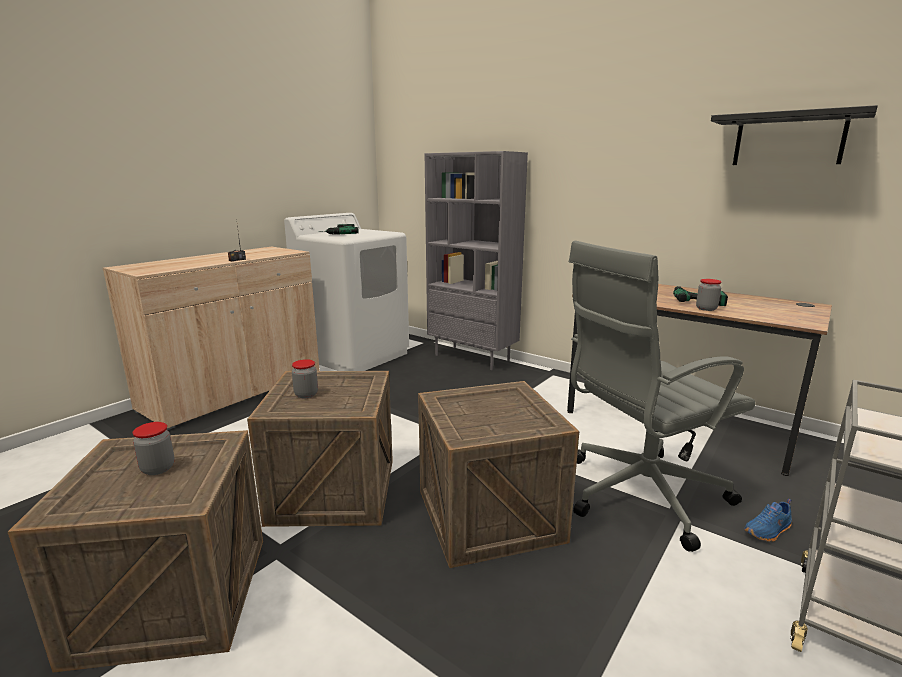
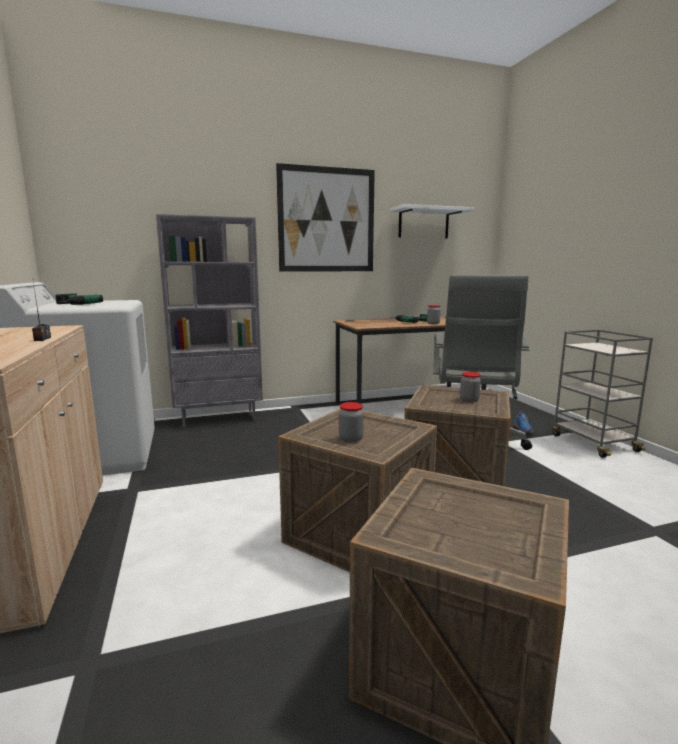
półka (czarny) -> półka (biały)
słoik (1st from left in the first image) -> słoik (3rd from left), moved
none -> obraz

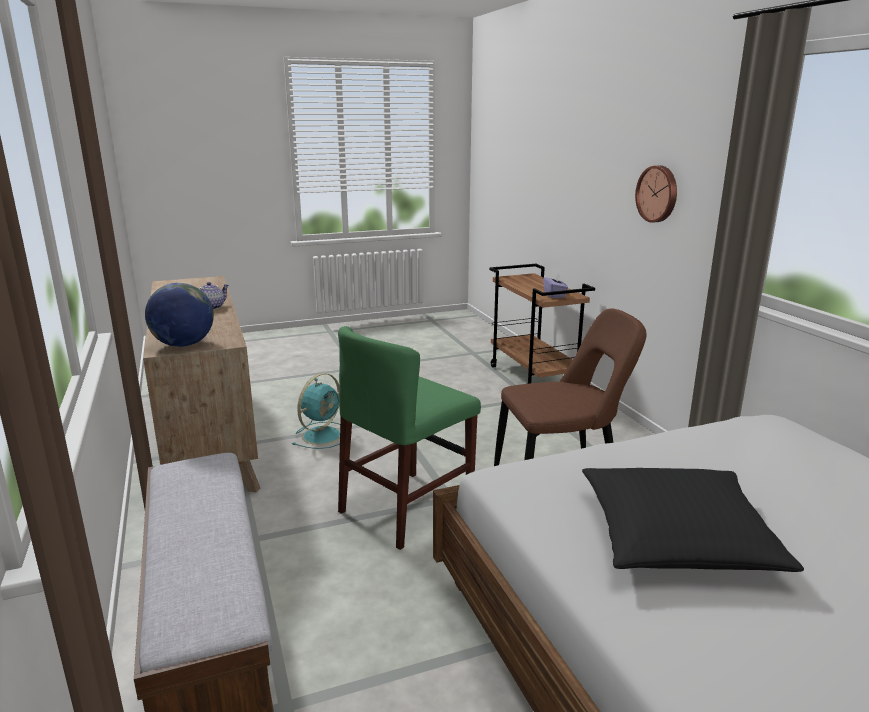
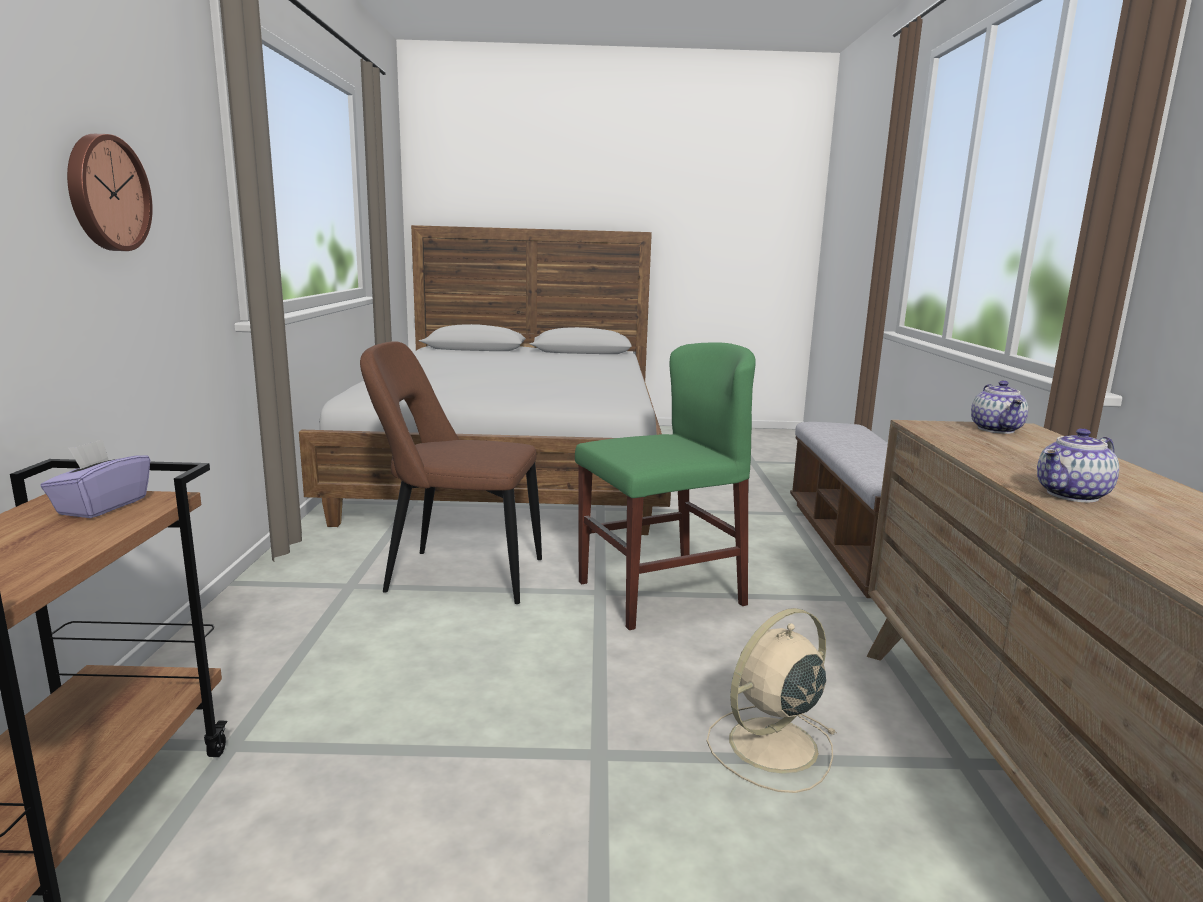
globus -> imbryk (1st from left)
wentylator (turkusowy) -> wentylator (beżowy)
poduszka (czarny) -> none

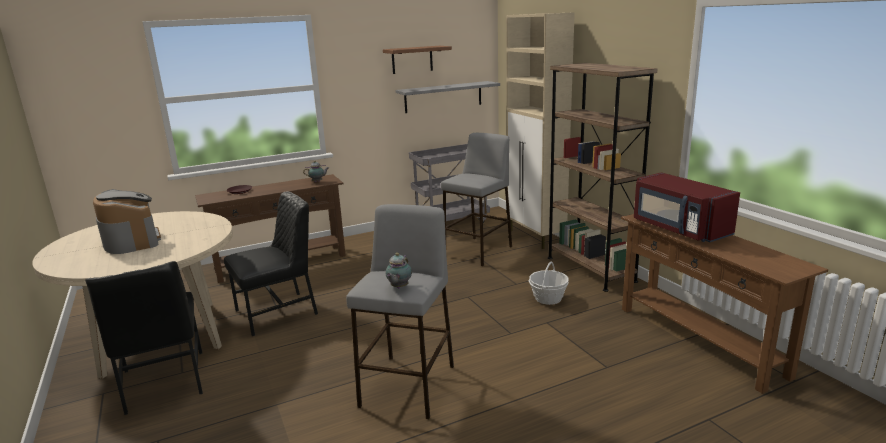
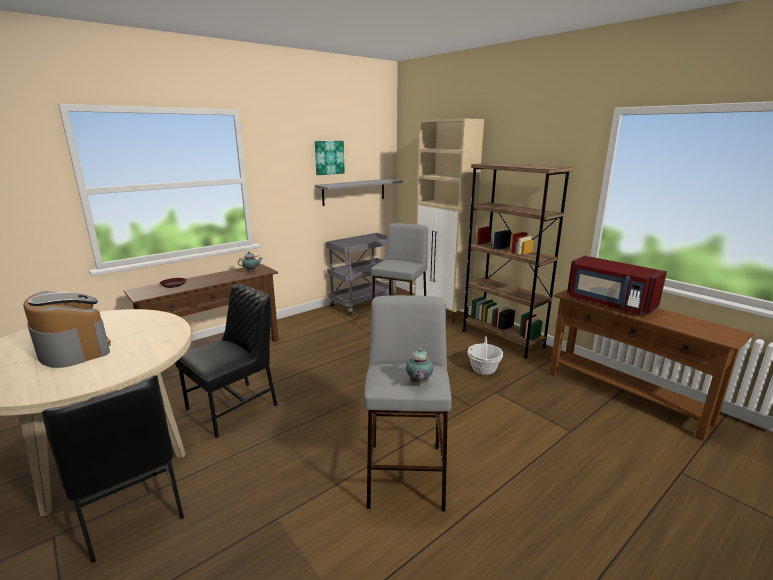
półka (brązowy) -> obraz

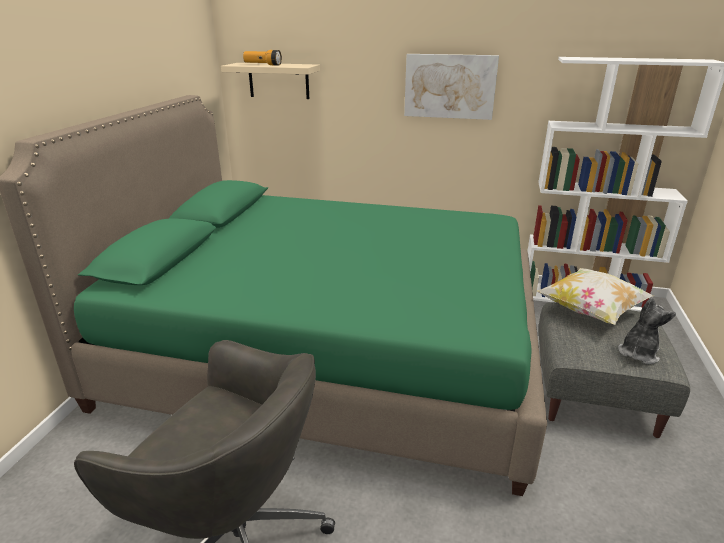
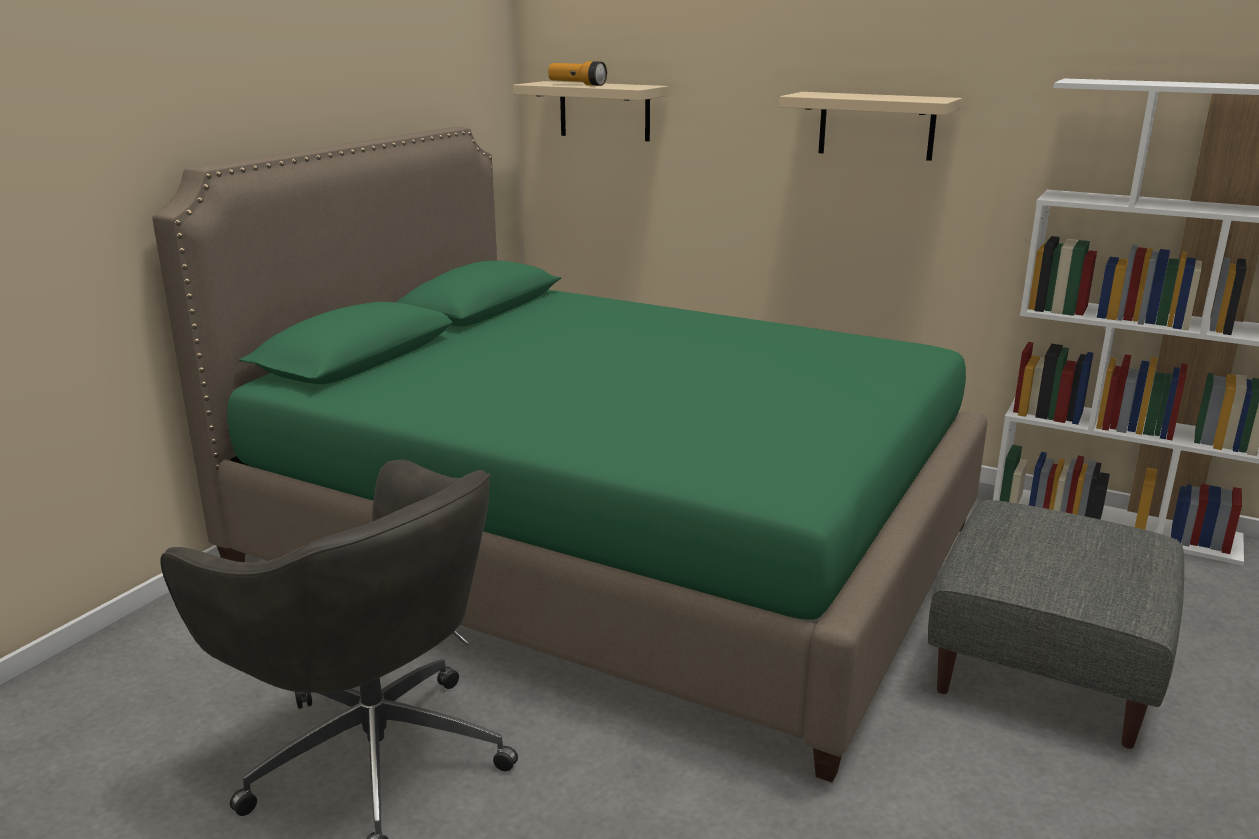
obraz -> półka (beżowy) (2nd from left)
poduszka -> none
pluszak -> none

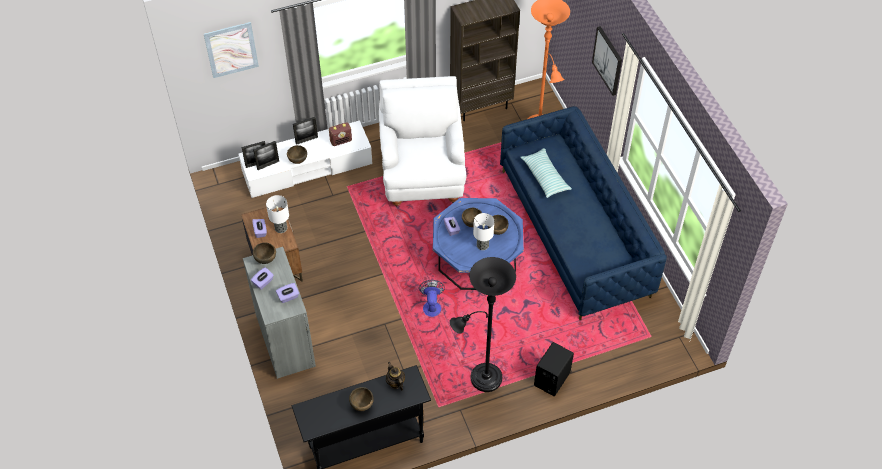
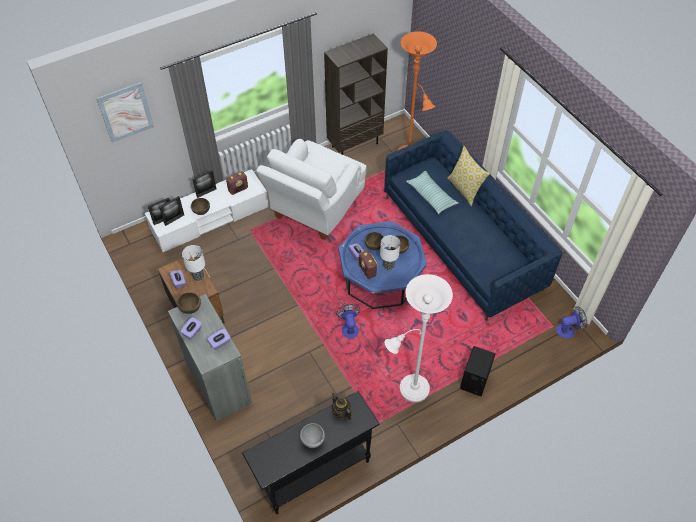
obraz (2nd from left) -> none
fotel (biały), 135 degrees counterclockwise
lampa stojąca (czarny) -> lampa stojąca (biały)
miska (brązowy) (3rd from left) -> miska (szary)
none -> poduszka (2nd from left)
none -> radio (2nd from left)
none -> wentylator (2nd from left)

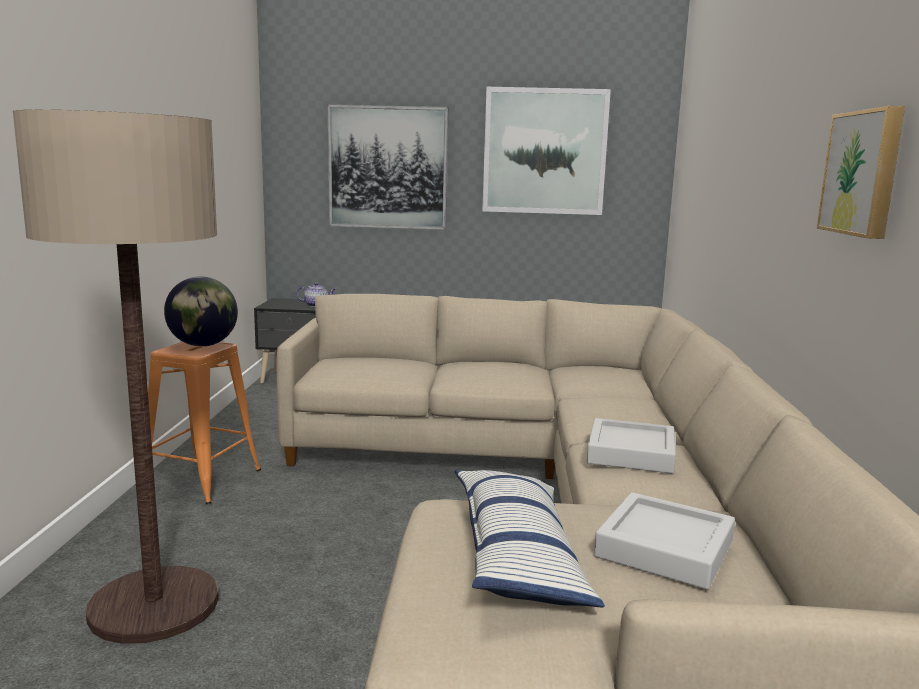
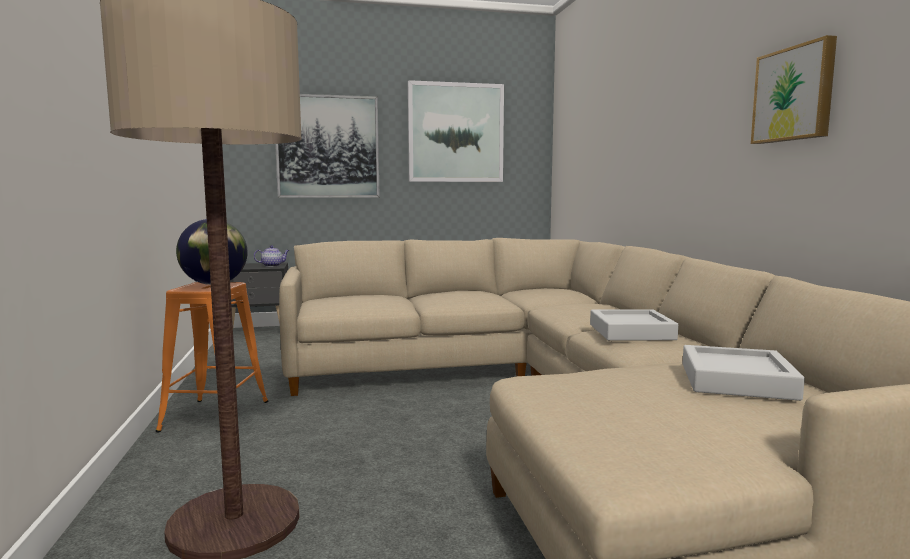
poduszka -> none

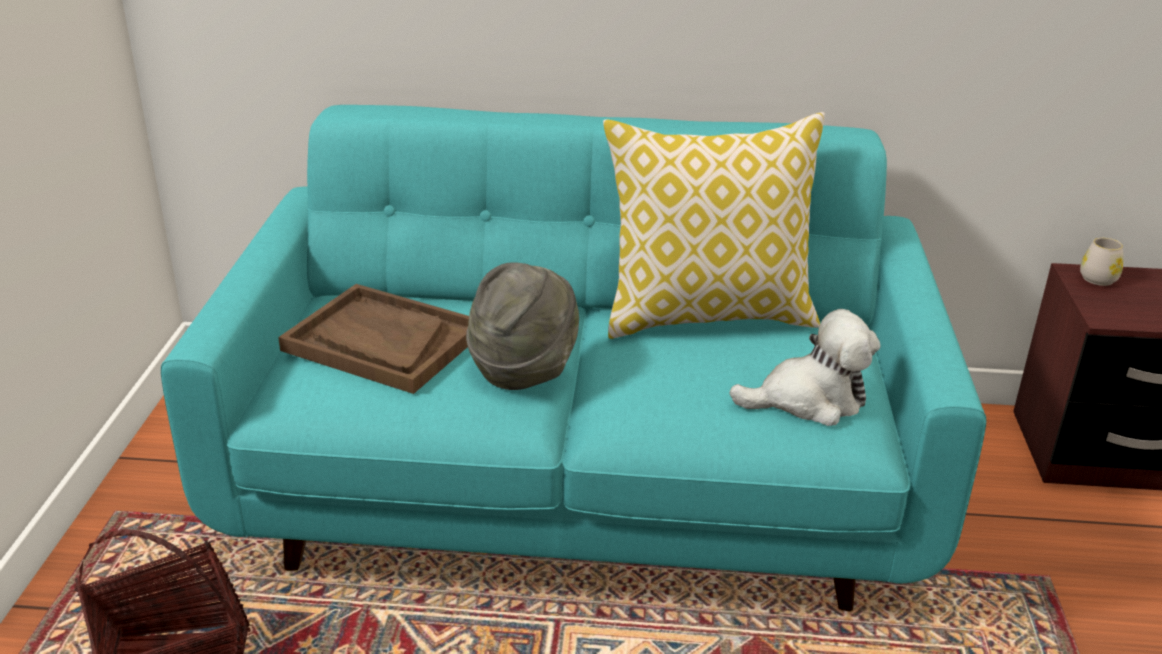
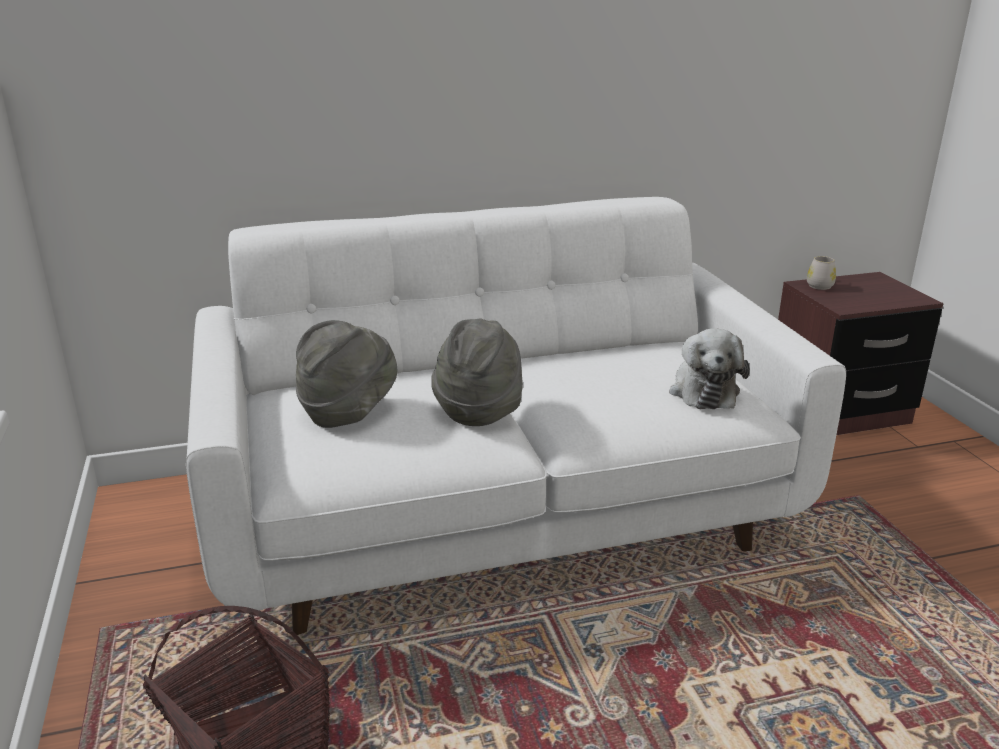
kanapa (turkusowy) -> kanapa (biały)
poduszka -> none
taca (brązowy) -> kapelusz (szary) (1st from left)
pluszak, 120 degrees clockwise

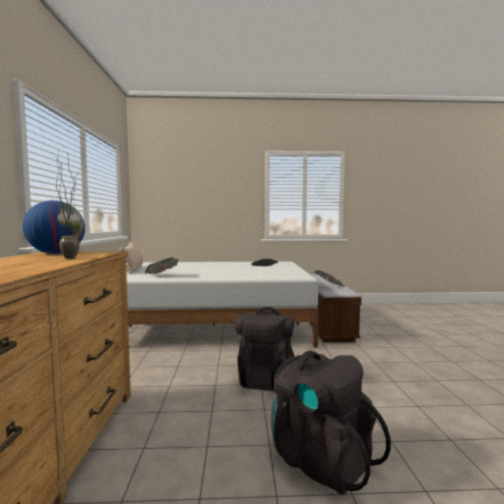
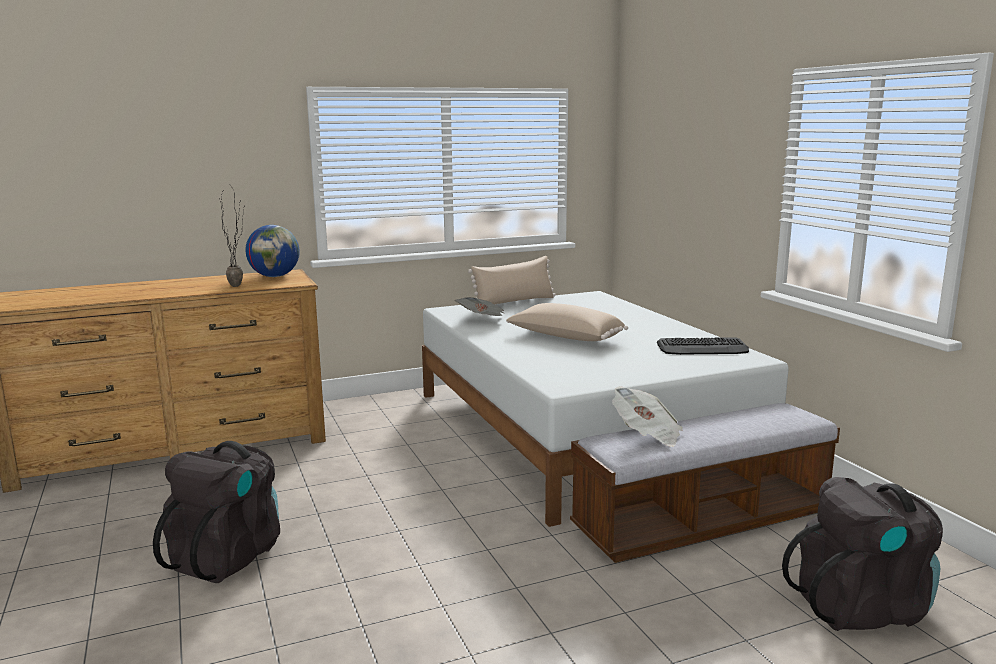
plecak (czarny) (1st from left in the first image) -> plecak (czarny) (2nd from left), moved
none -> poduszka (beżowy) (2nd from left)

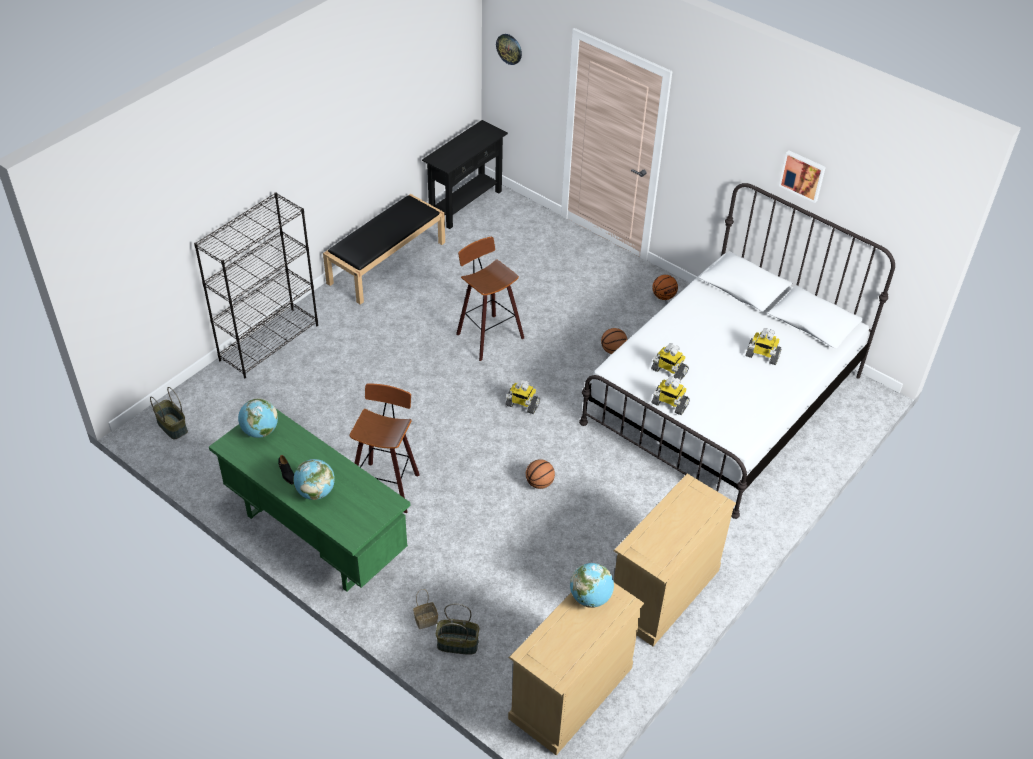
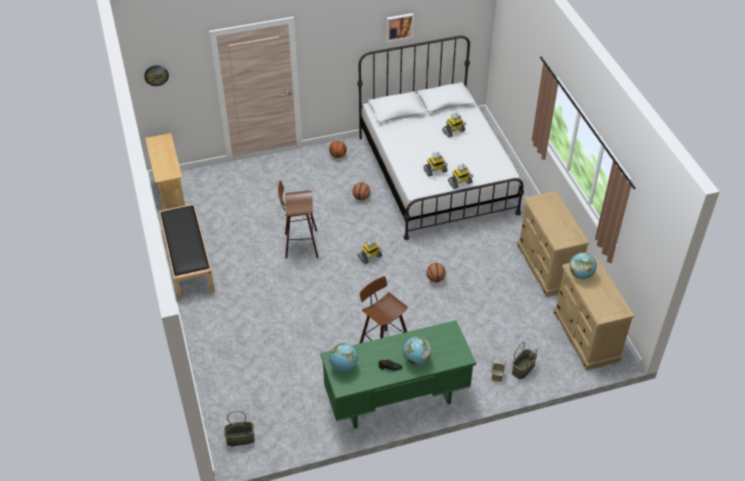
stolik konsolowy (czarny) -> stolik konsolowy (beżowy)
regał (czarny) -> none

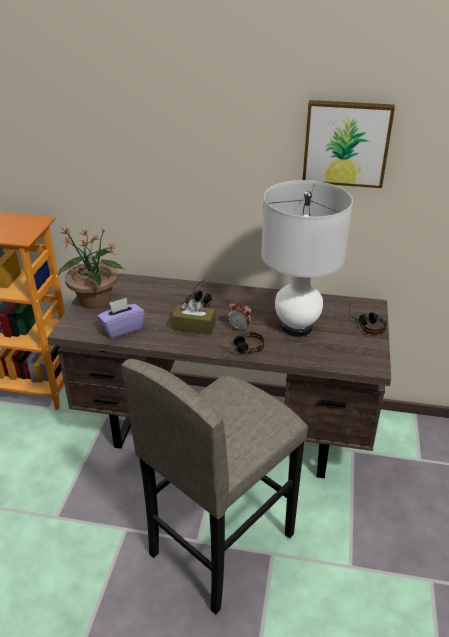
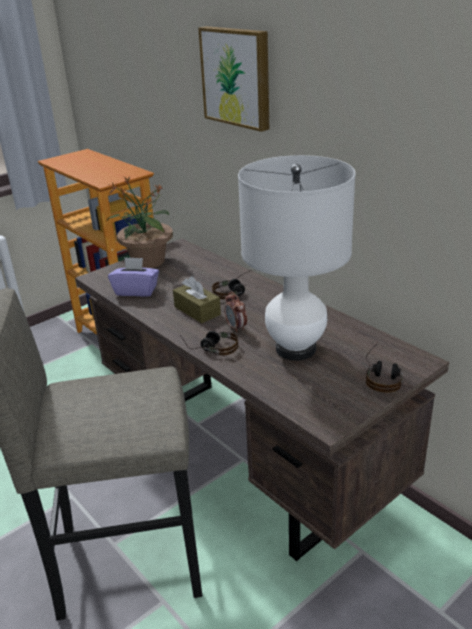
obraz, moved

